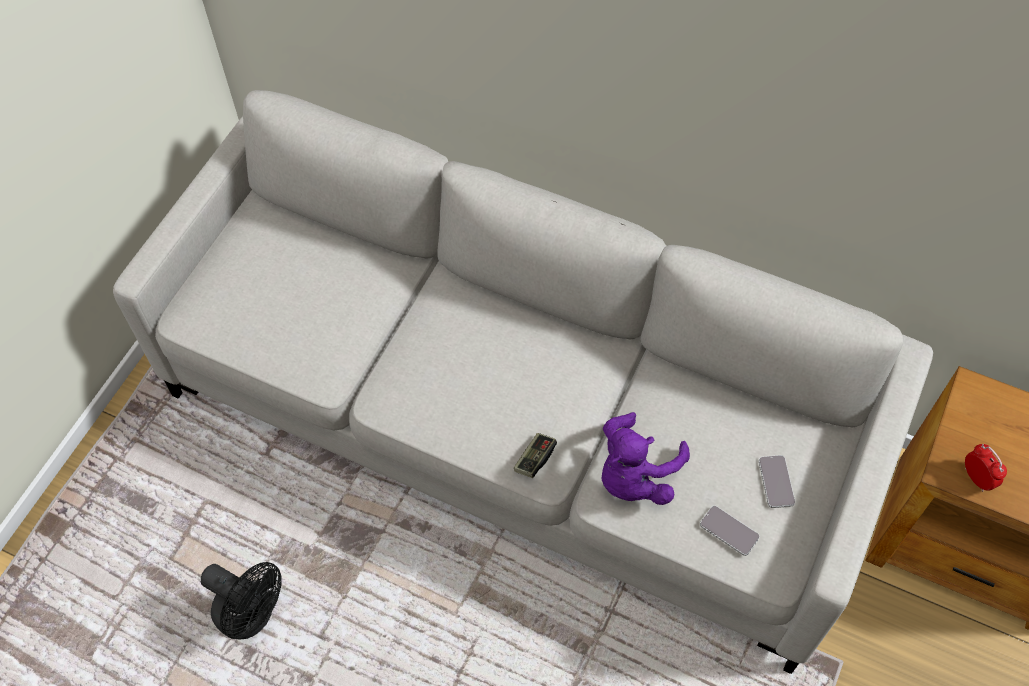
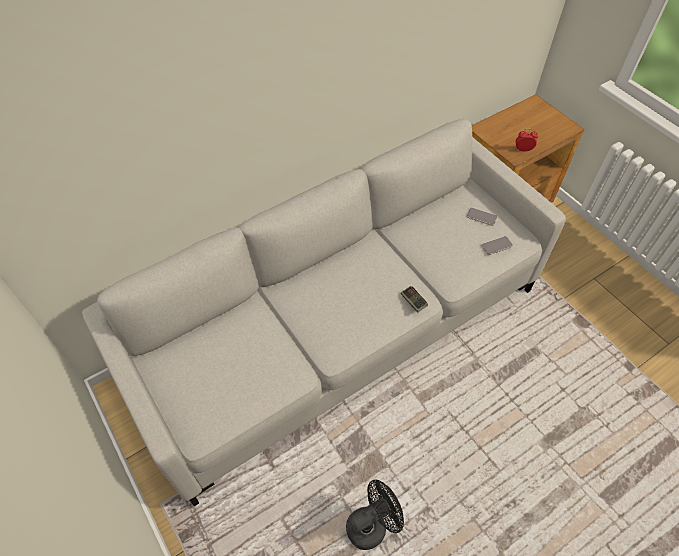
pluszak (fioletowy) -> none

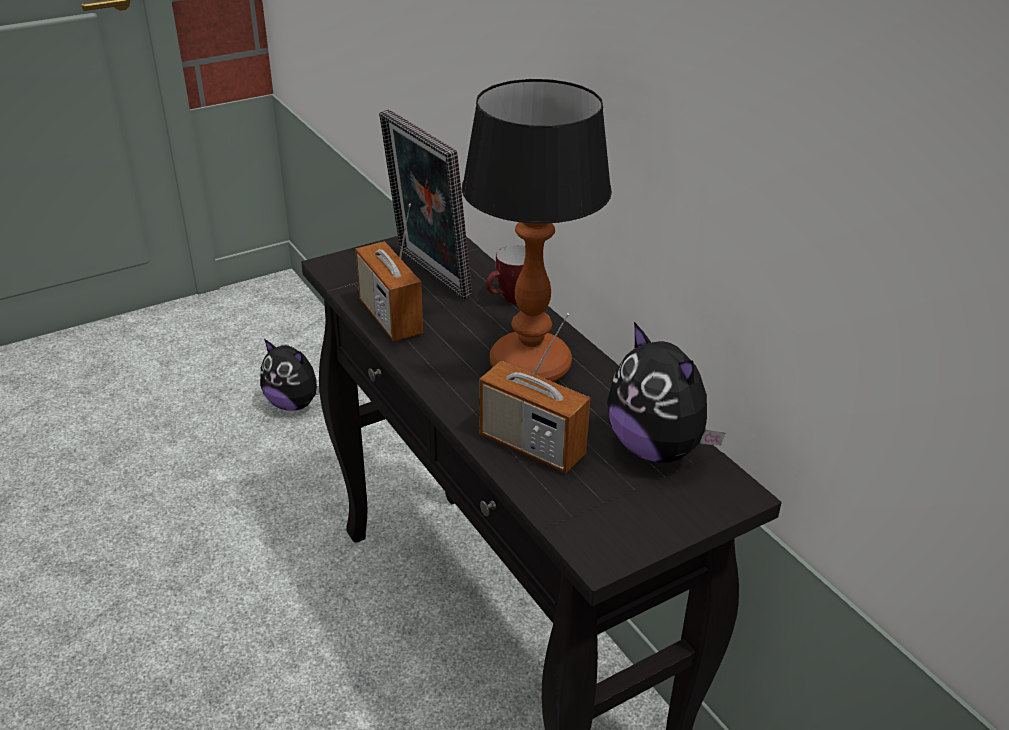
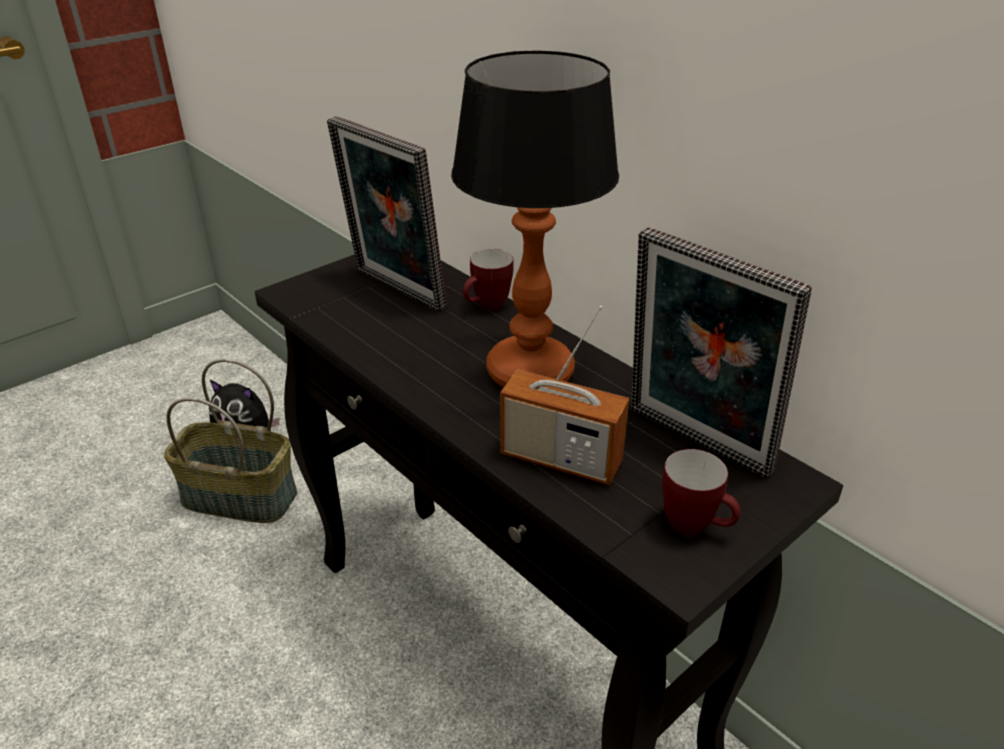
radio (1st from left) -> none
pluszak (2nd from left) -> ramka na zdjęcie (2nd from left)
none -> koszyk
none -> kubek (2nd from left)

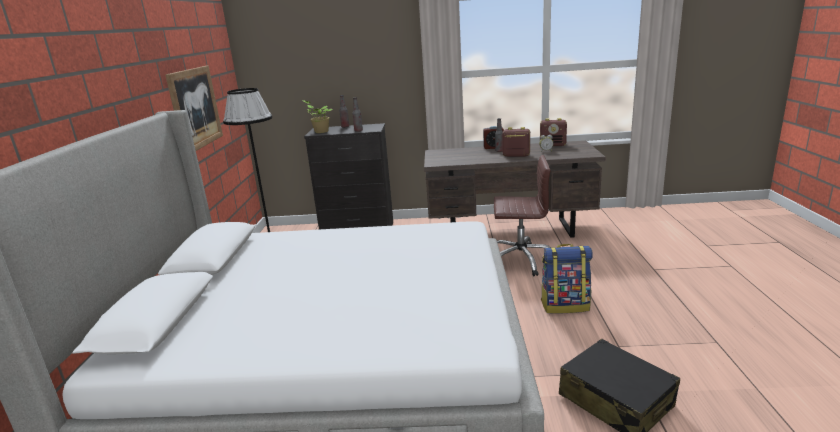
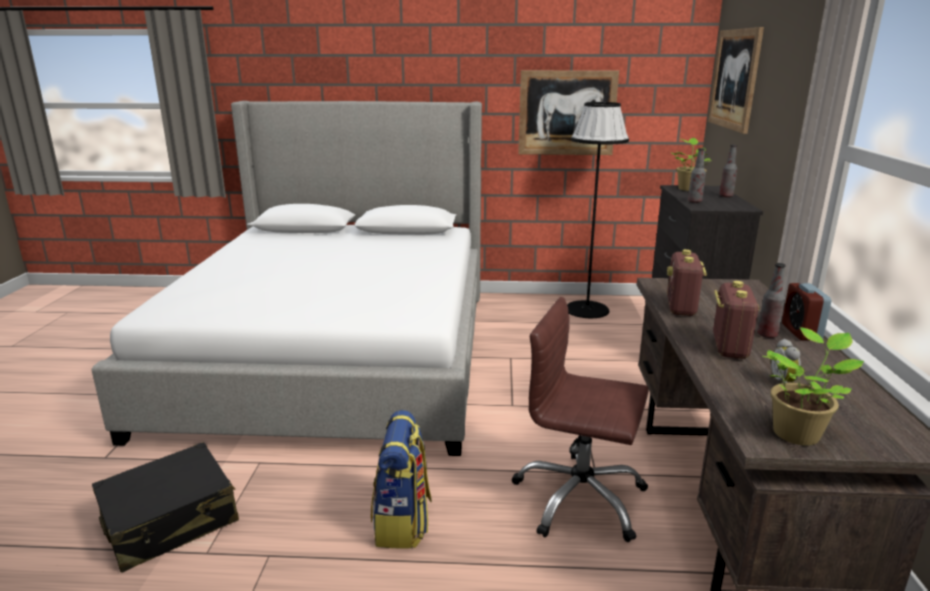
radio (2nd from left in the first image) -> radio (1st from left), moved
krzesło biurowe (brązowy), 105 degrees clockwise
none -> obraz (2nd from left)
none -> roślina doniczkowa (2nd from left)

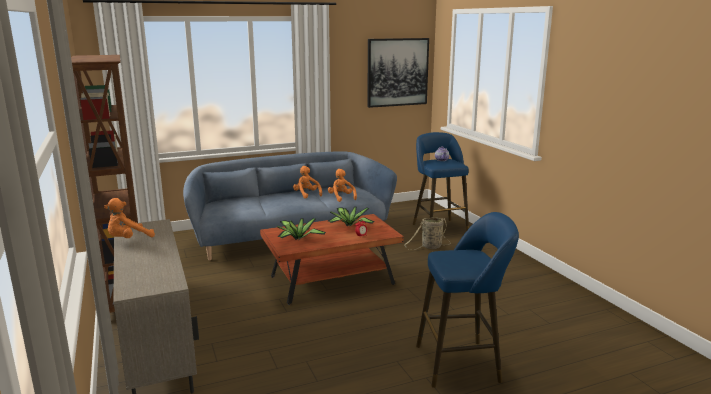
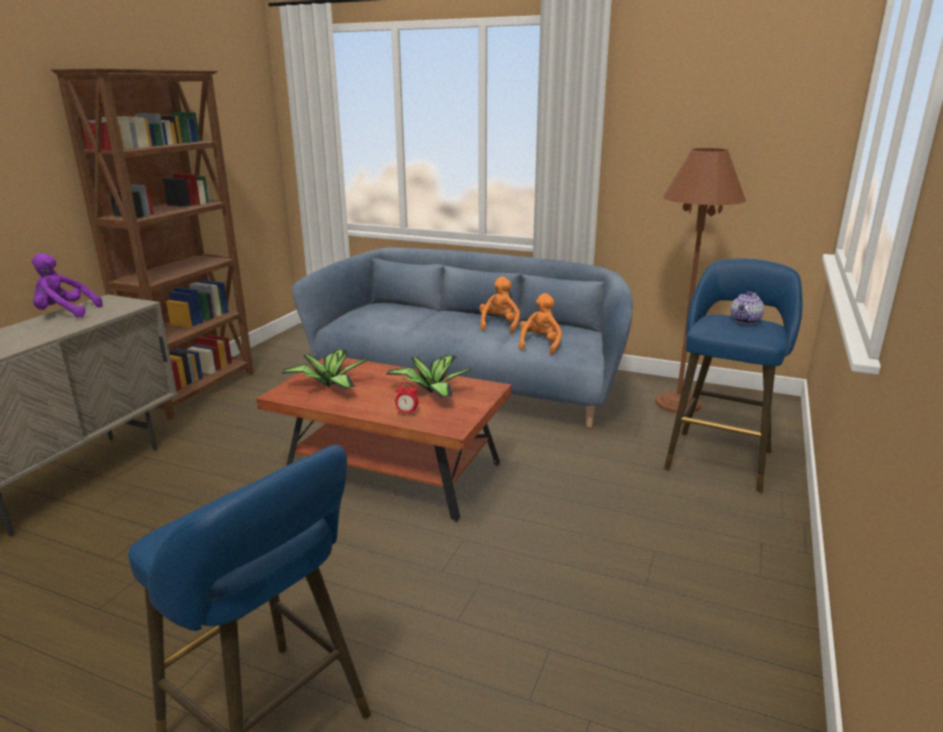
obraz -> none
pluszak (pomarańczowy) (1st from left) -> pluszak (fioletowy)
koszyk -> none
none -> lampa stojąca (brązowy)

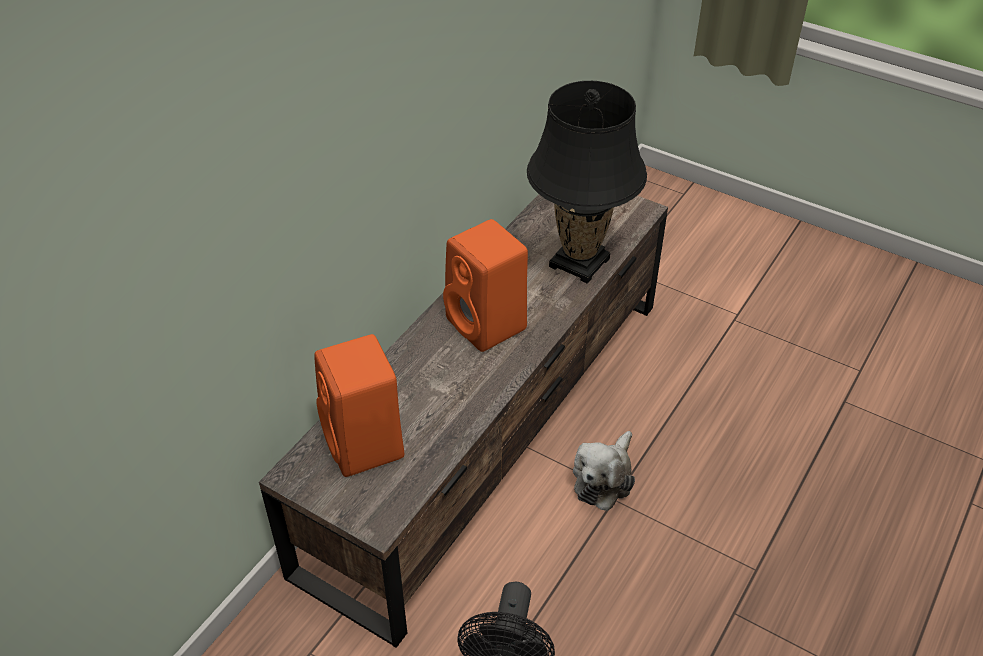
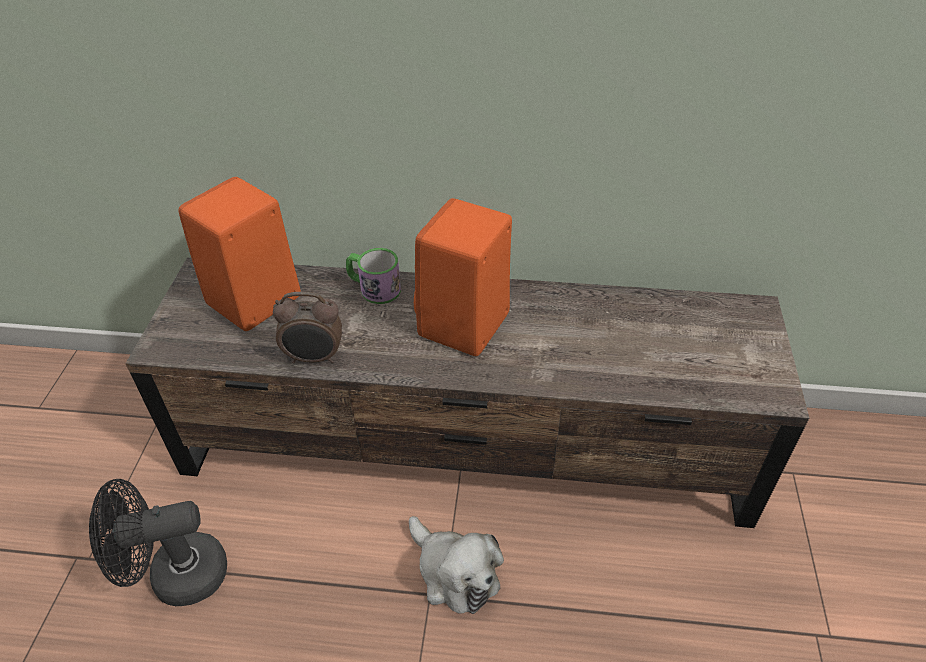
lampa stołowa (czarny) -> none
pluszak, 135 degrees counterclockwise
none -> kubek
none -> budzik

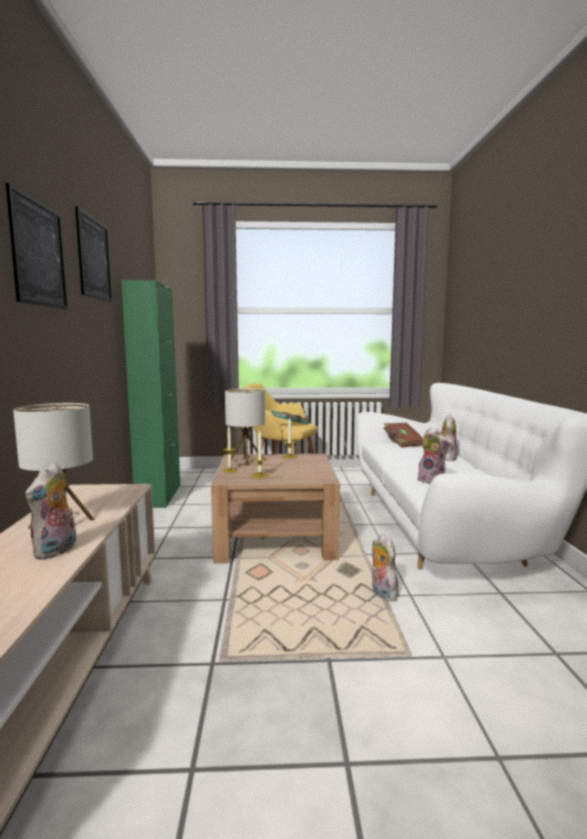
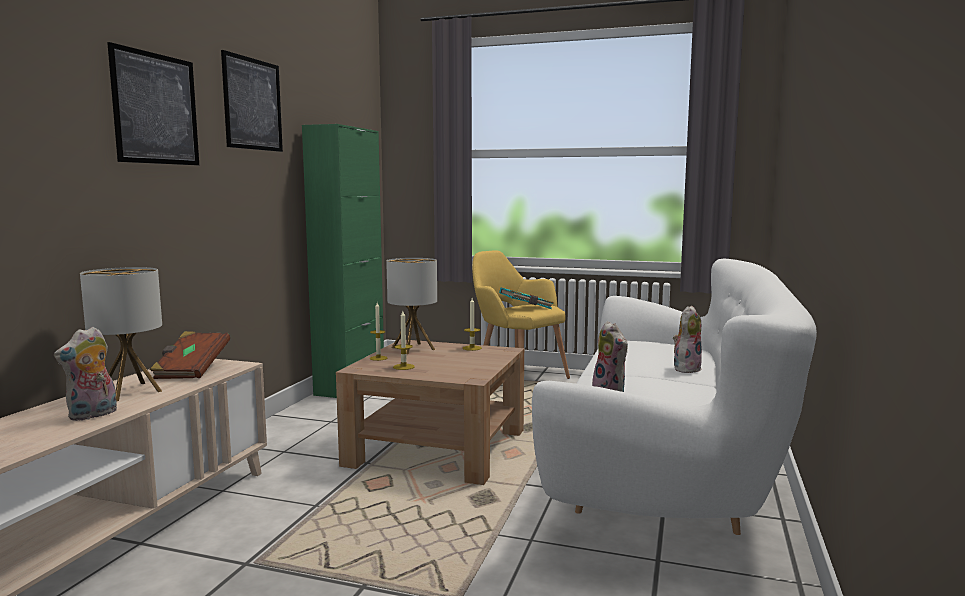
książka (brązowy), moved
pluszak (2nd from left) -> none

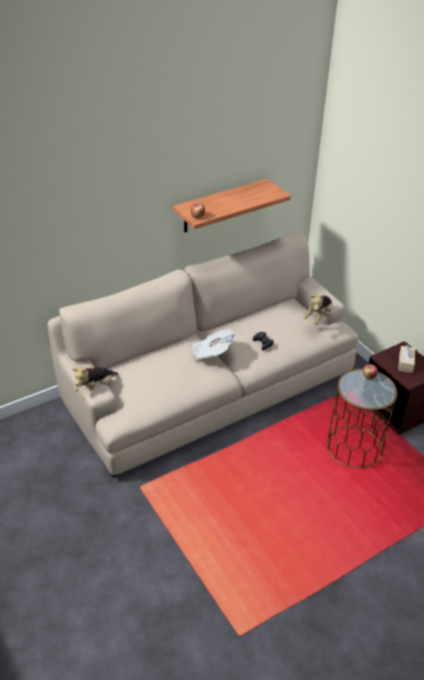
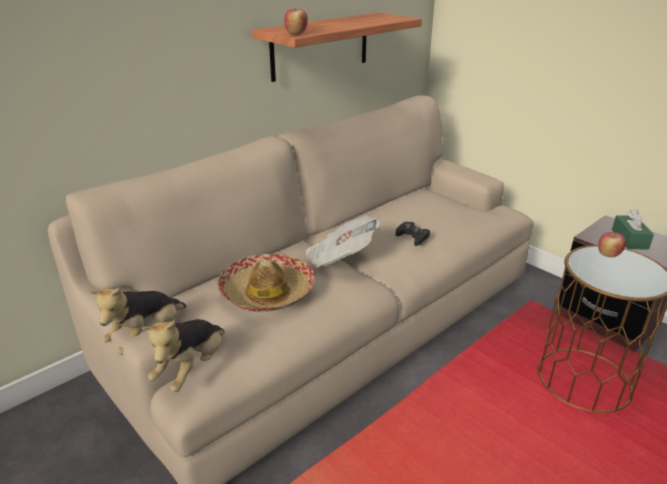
pluszak (2nd from left), moved
pudełko chusteczek (beżowy) -> pudełko chusteczek (zielony)
none -> kapelusz

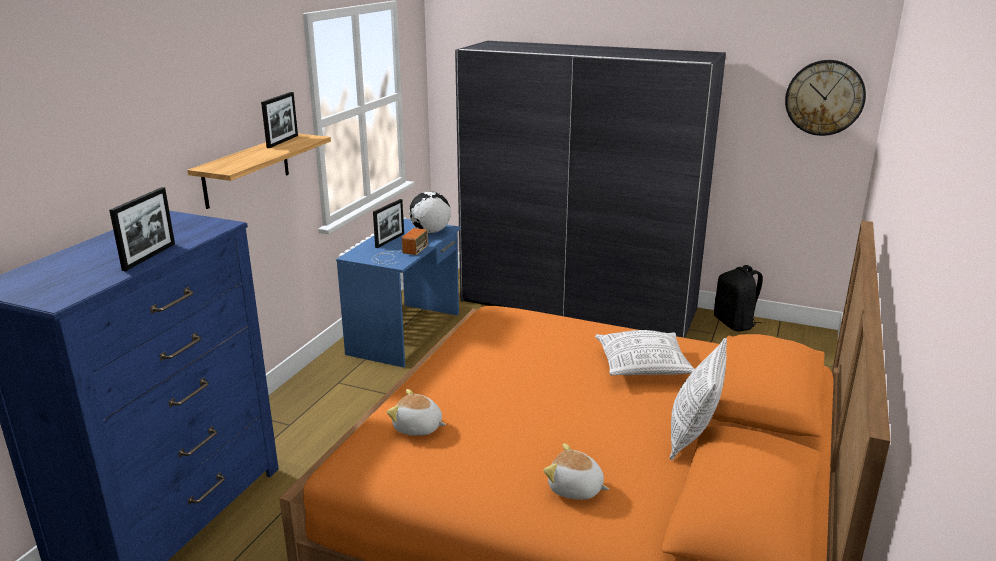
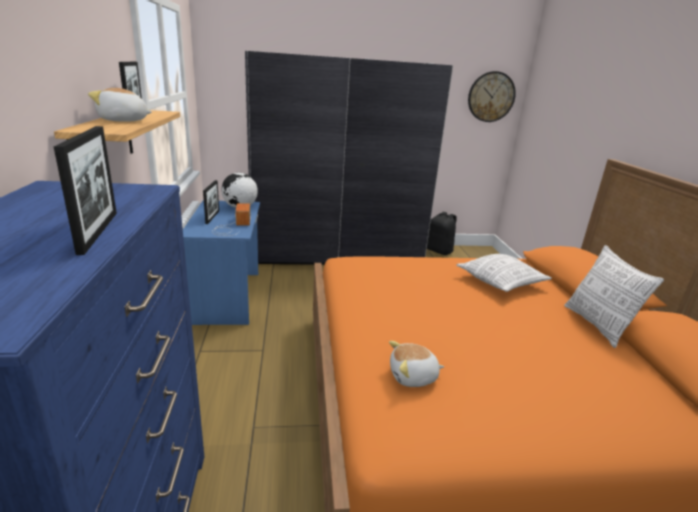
pluszak (2nd from left in the first image) -> pluszak (1st from left), moved

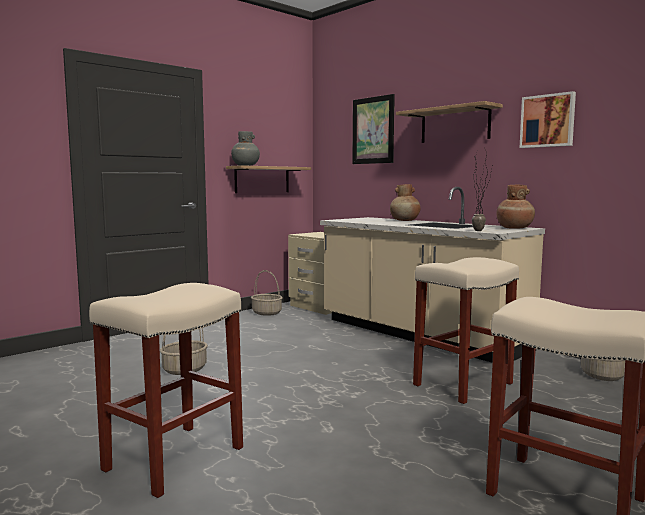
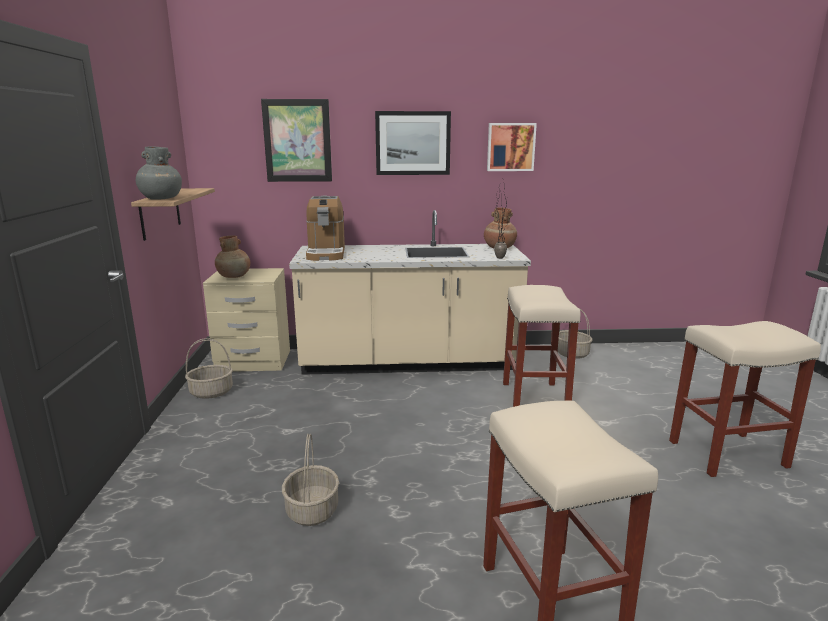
półka (2nd from left) -> obraz (2nd from left)
wazon (brązowy) (1st from left), moved
none -> ekspres do kawy

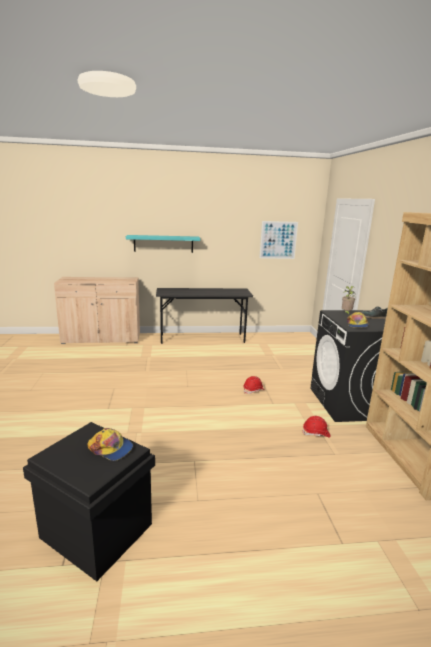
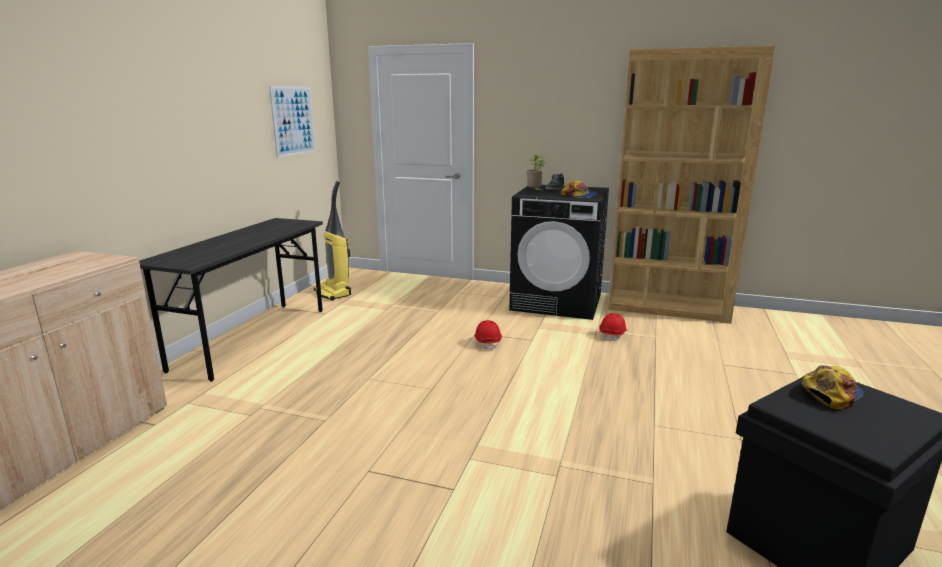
półka (turkusowy) -> none
none -> odkurzacz

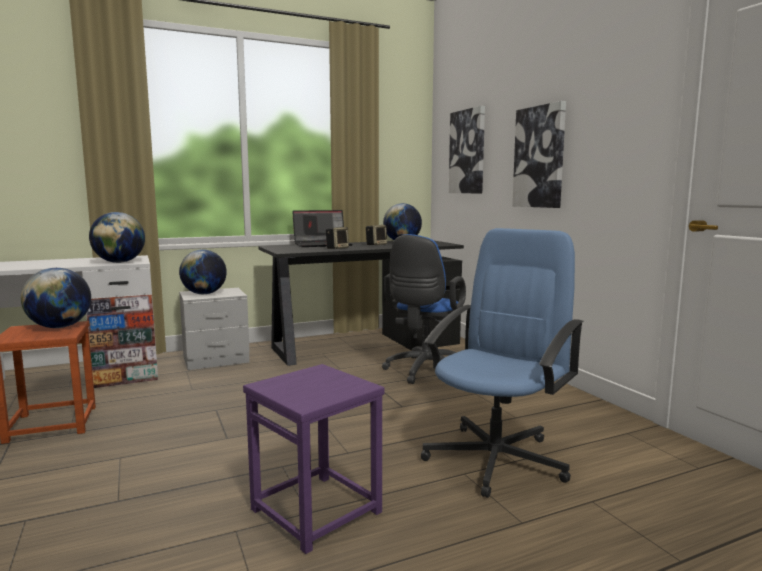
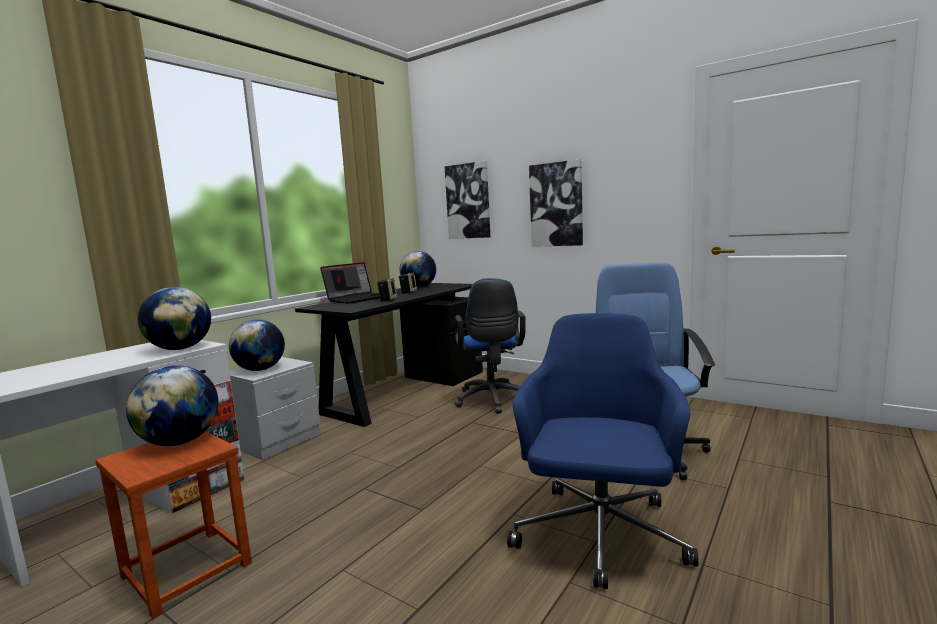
stołek (fioletowy) -> krzesło biurowe (niebieski) (2nd from left)

